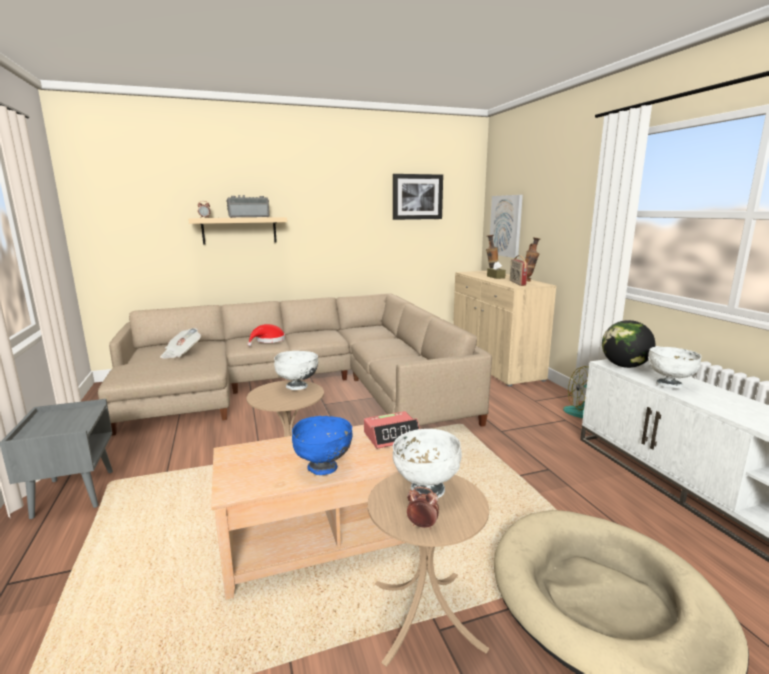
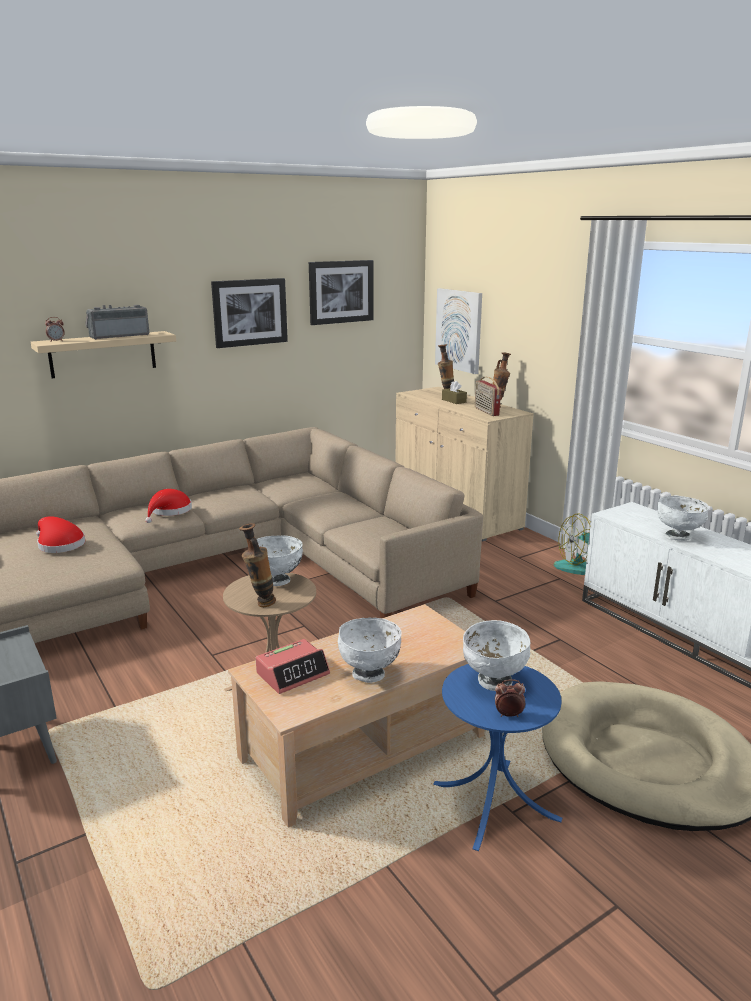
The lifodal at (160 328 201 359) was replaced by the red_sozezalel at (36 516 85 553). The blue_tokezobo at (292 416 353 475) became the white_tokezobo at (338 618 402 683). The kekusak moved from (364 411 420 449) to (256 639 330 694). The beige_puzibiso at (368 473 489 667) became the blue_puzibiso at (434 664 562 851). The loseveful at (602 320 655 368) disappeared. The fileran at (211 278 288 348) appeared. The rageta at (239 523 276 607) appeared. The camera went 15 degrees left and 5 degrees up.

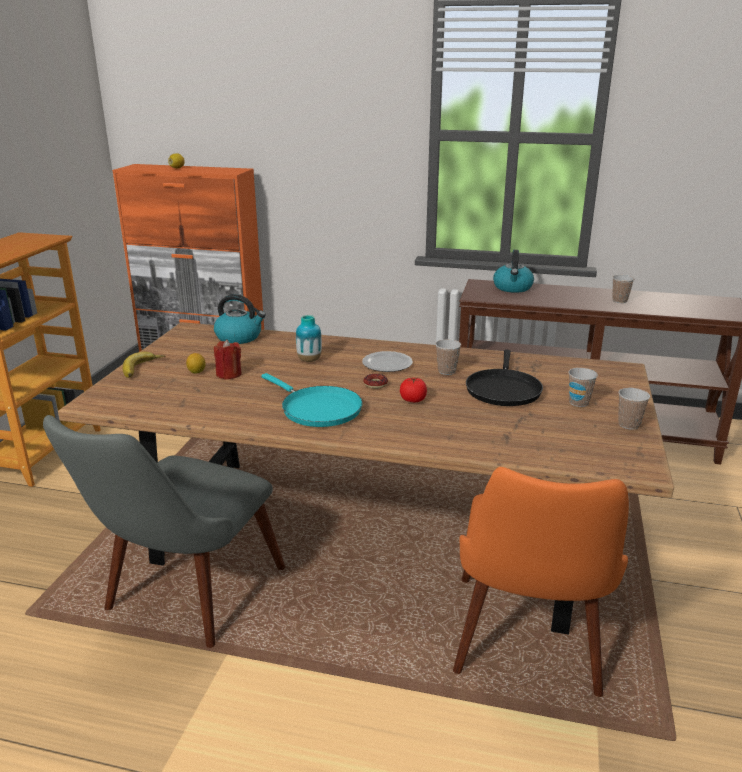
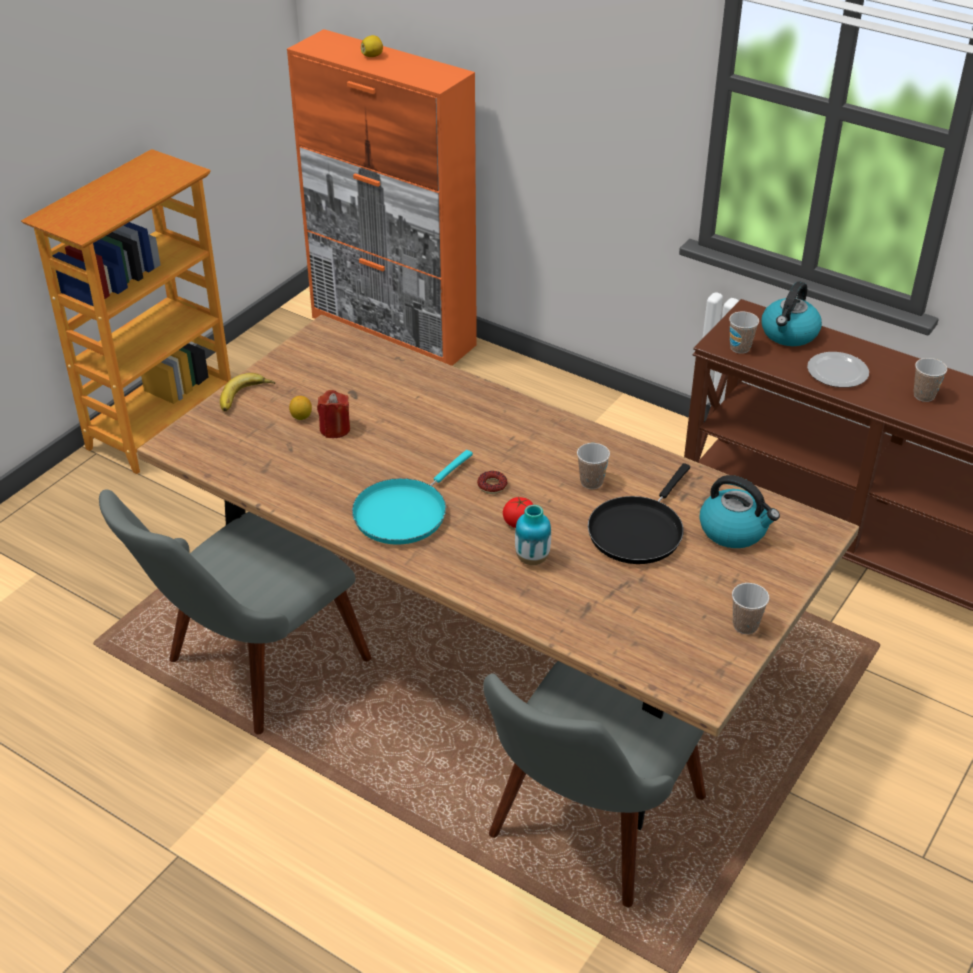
The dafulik moved from (214 294 266 344) to (699 475 780 548). The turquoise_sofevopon at (262 373 363 427) turned 60 degrees clockwise. The rageta moved from (296 315 322 362) to (515 505 551 565). The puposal moved from (362 351 413 372) to (807 352 869 388). The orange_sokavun at (453 467 629 697) became the grey_sokavun at (483 661 706 907). The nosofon moved from (568 368 598 407) to (729 311 759 354). The camera went 20 degrees right and 15 degrees up.

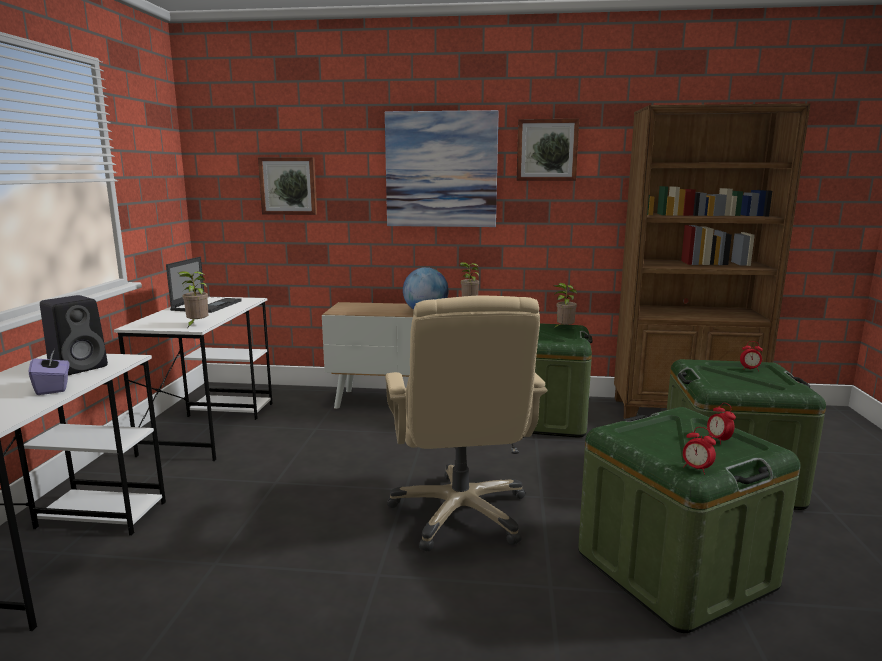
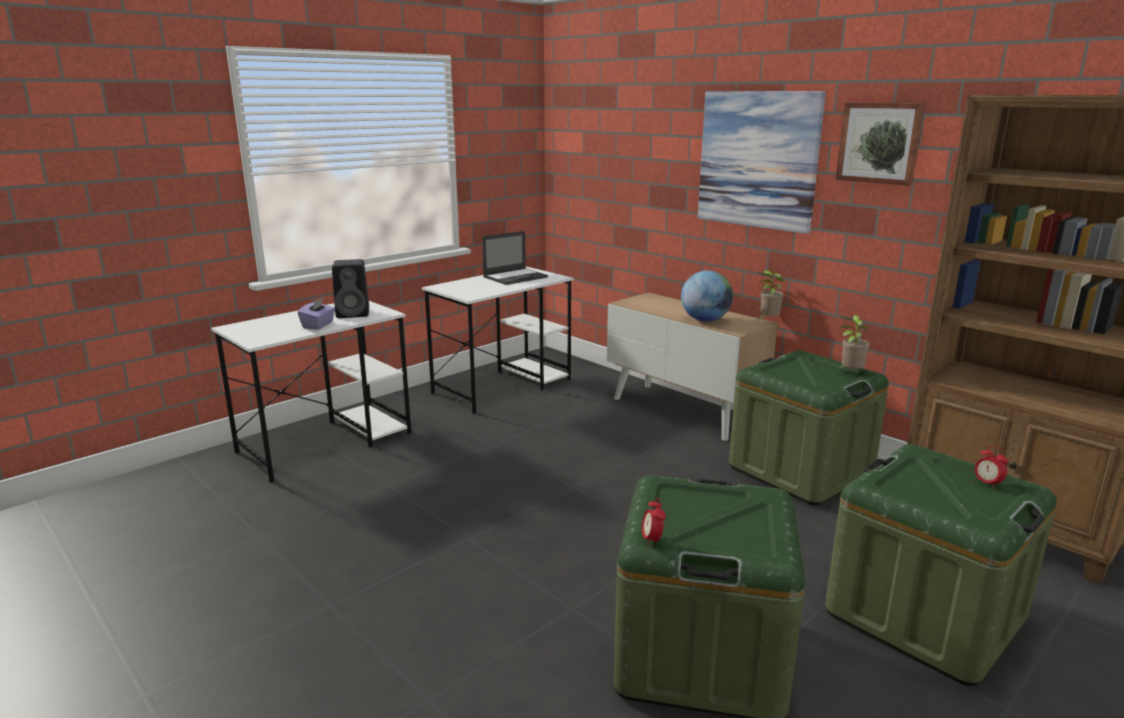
The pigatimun at (178 271 208 328) disappeared. The fileran at (258 157 317 215) disappeared. The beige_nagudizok at (385 295 548 552) disappeared. The kekusak at (707 403 736 444) disappeared. The camera went 40 degrees right and 5 degrees up.

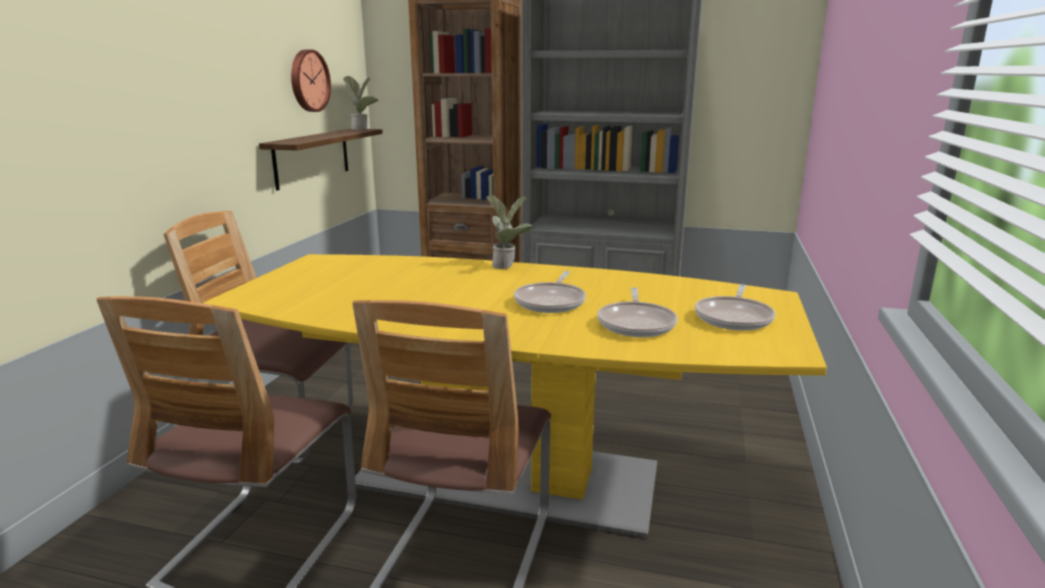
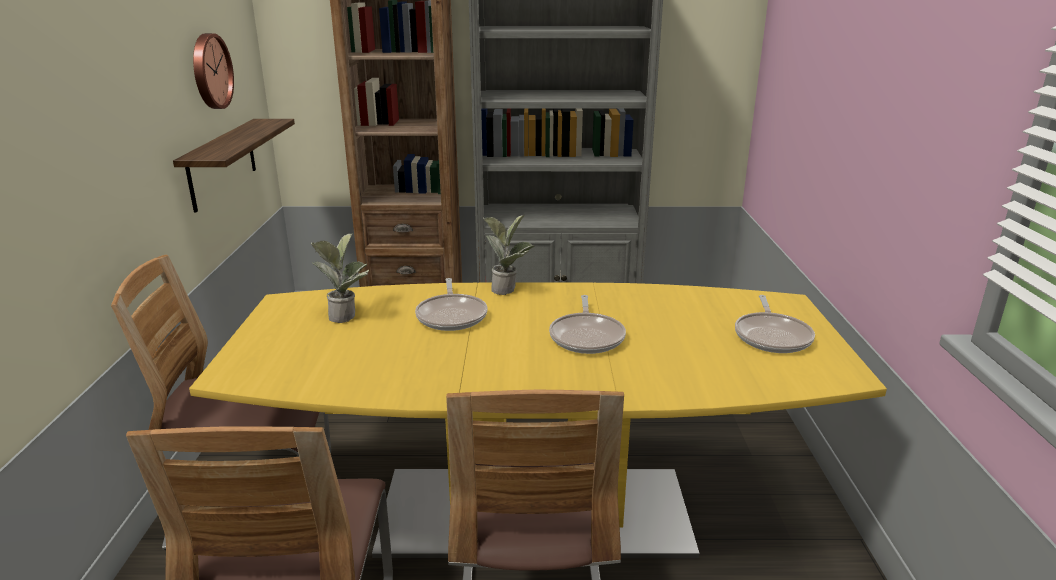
The pigatimun moved from (343 76 378 130) to (311 233 369 323). The sofevopon moved from (597 287 677 337) to (415 278 487 331). The camera went 15 degrees left and 5 degrees up.

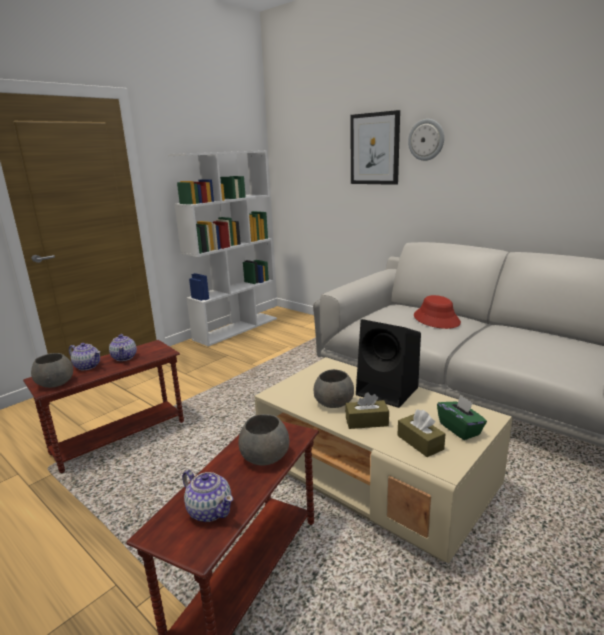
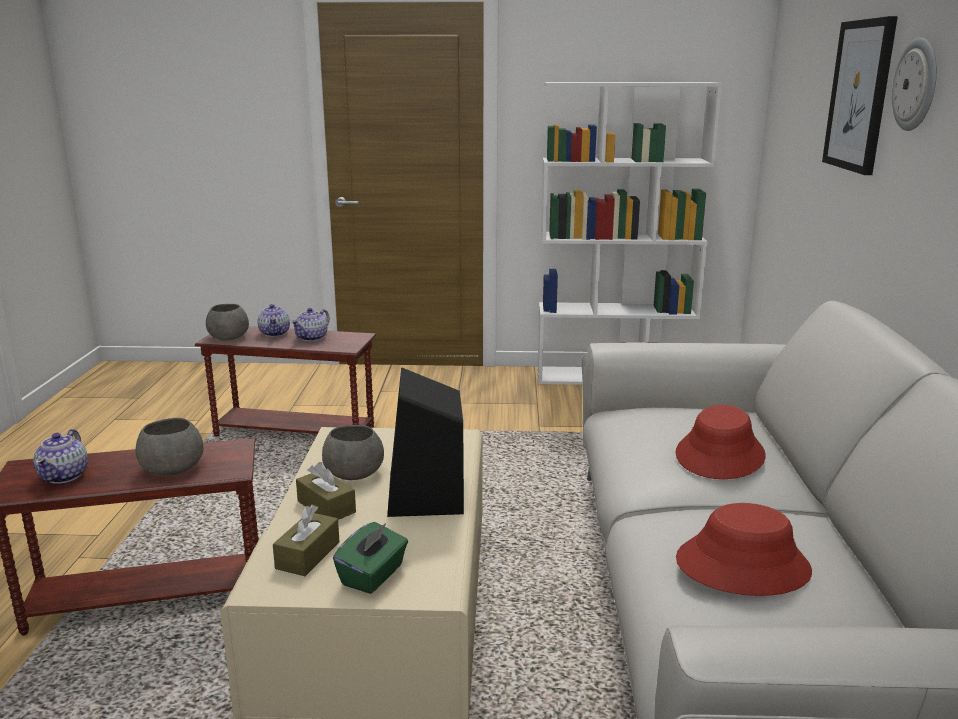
The red_sozezalel at (676 503 812 596) appeared. The camera went 50 degrees right and 0 degrees up.

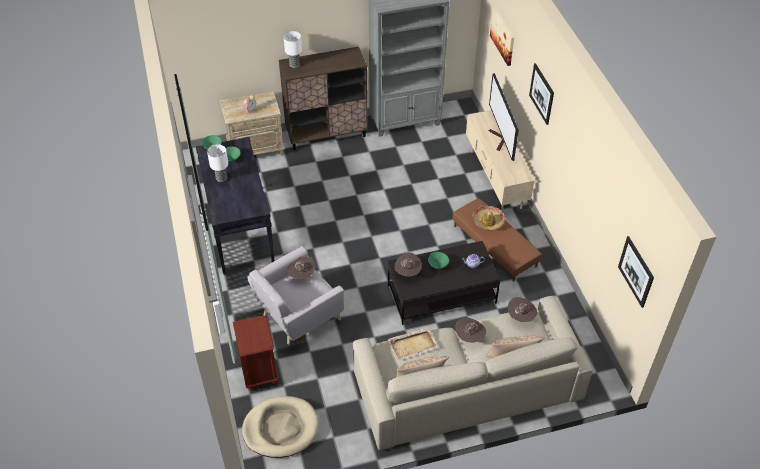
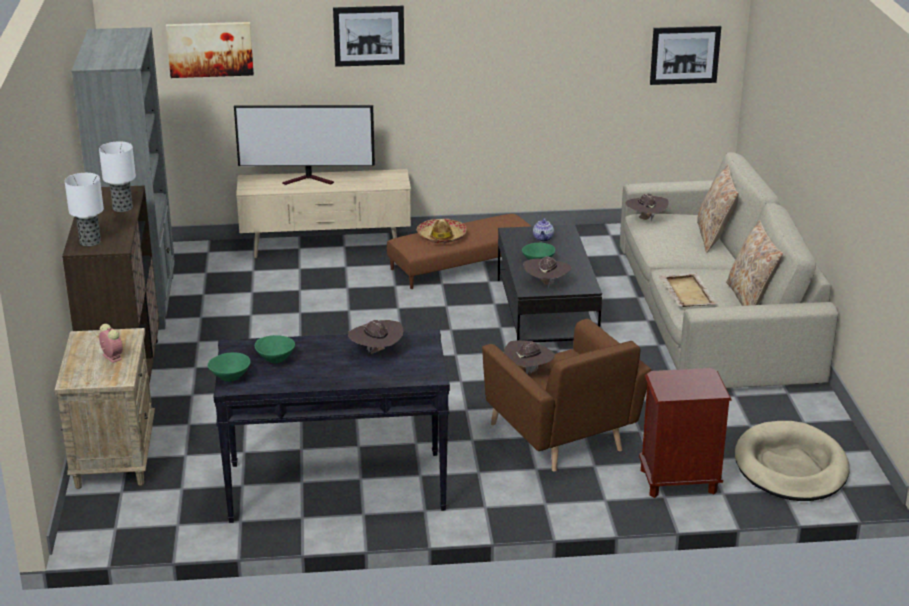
The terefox moved from (207 144 228 182) to (99 141 136 212). The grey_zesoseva at (247 246 344 345) became the brown_zesoseva at (482 319 651 472). The brown_sozezalel moved from (455 318 486 343) to (348 320 403 354). The camera went 80 degrees left and 20 degrees down.

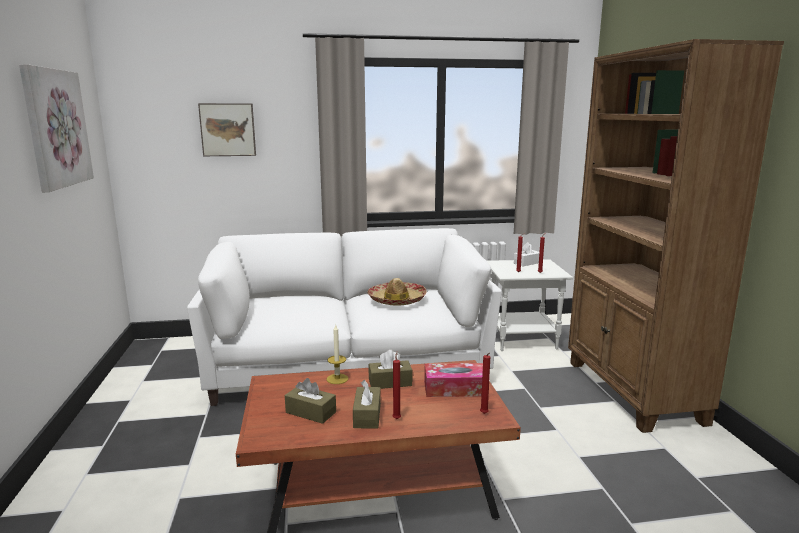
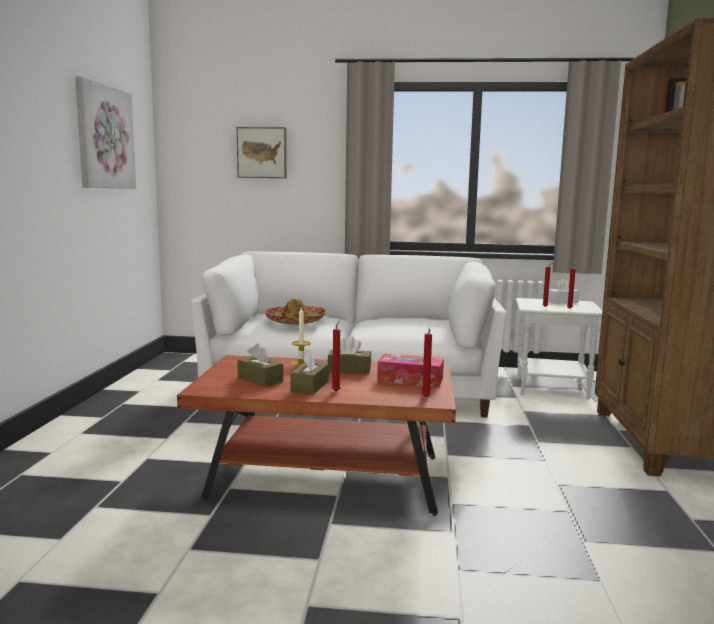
The sozezalel moved from (367 278 427 306) to (263 297 327 325). The camera went 15 degrees right and 5 degrees down.

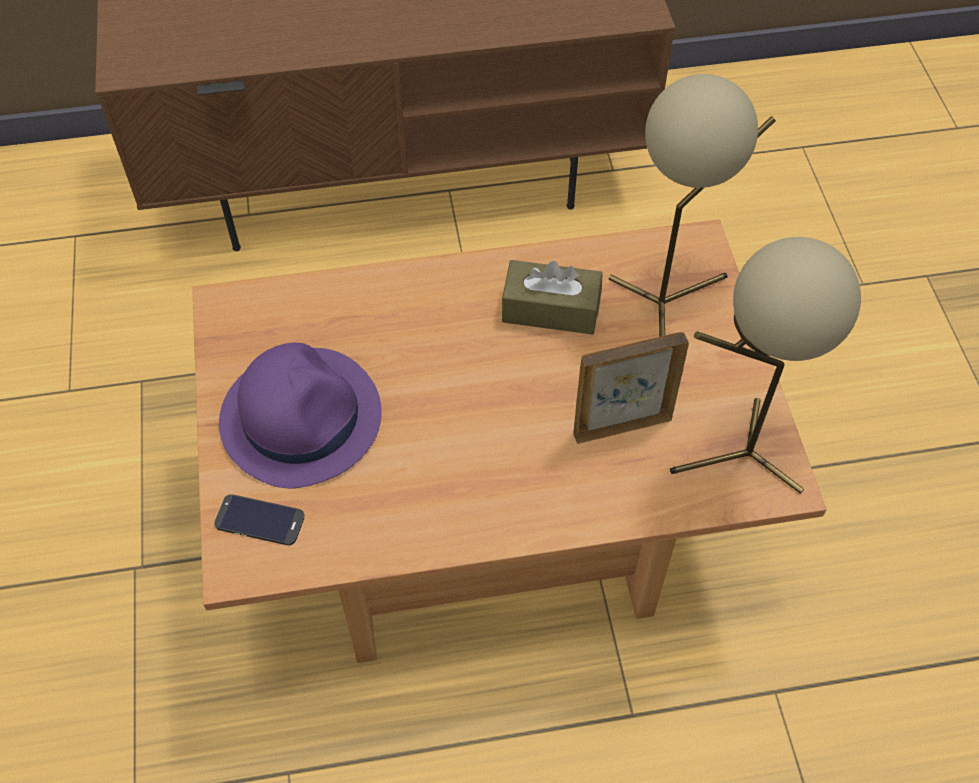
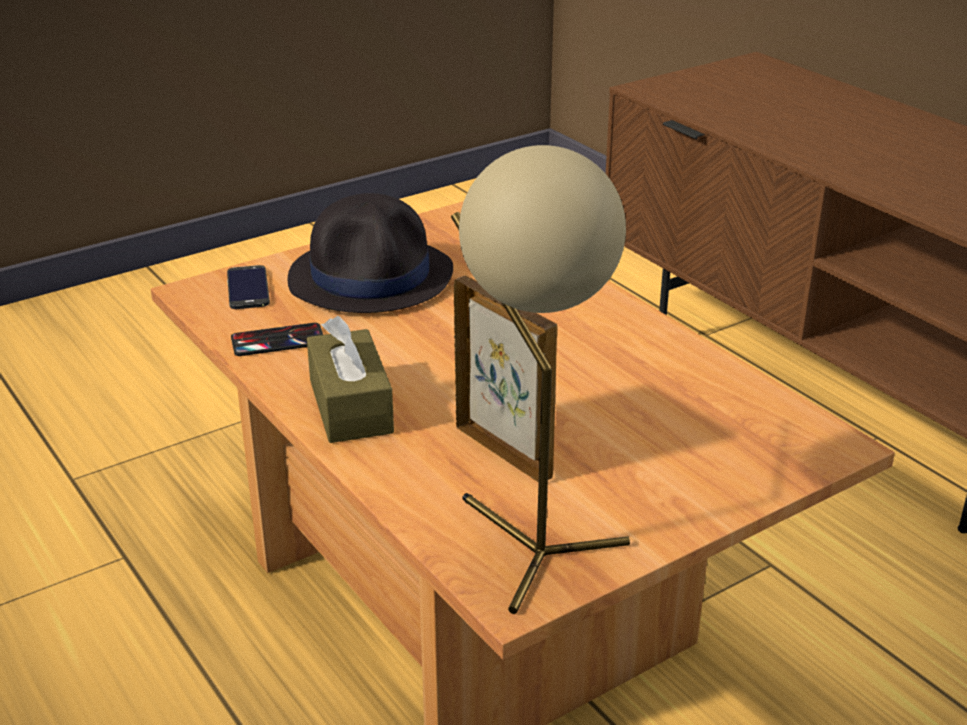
The purple_sozezalel at (219 343 382 489) became the black_sozezalel at (288 193 453 313). The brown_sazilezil moved from (502 260 603 335) to (307 316 394 443). The beige_terefox at (609 74 776 337) disappeared. The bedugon at (231 323 323 356) appeared. The camera went 65 degrees right and 25 degrees down.

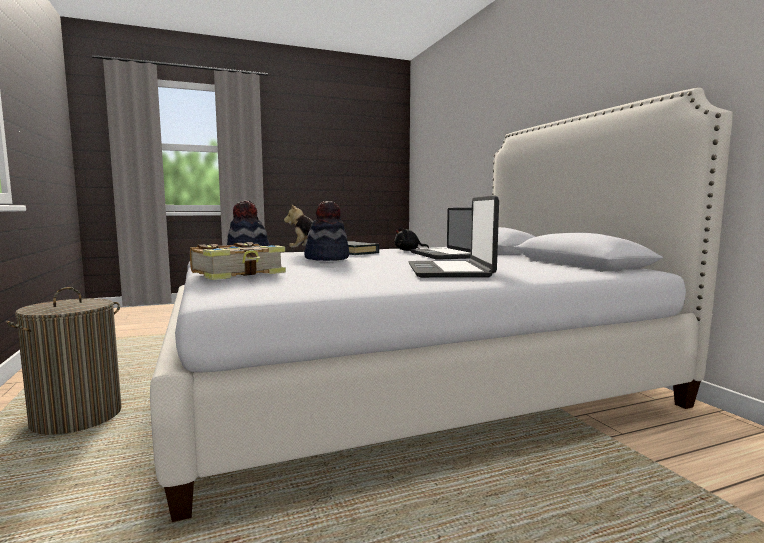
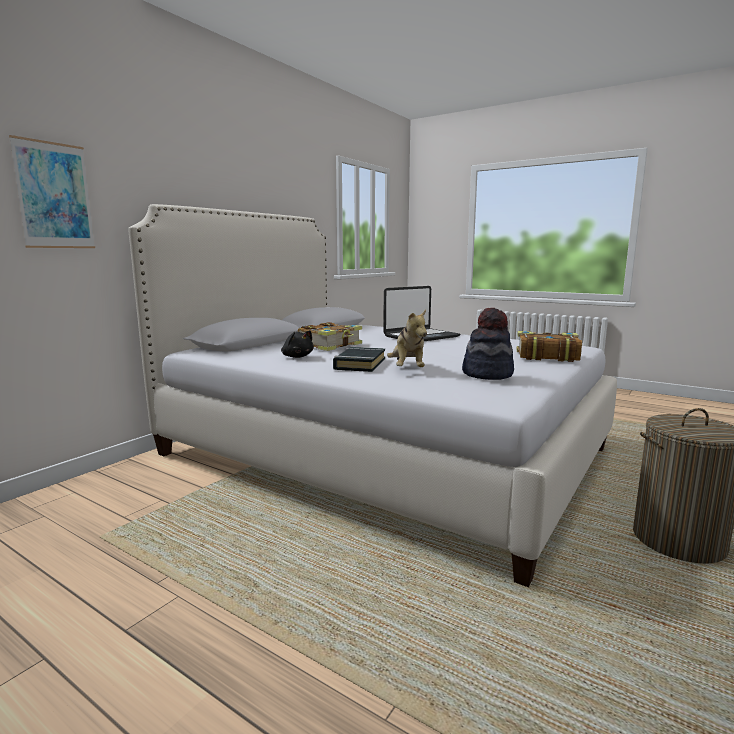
The sozezalel at (304 201 350 261) disappeared. The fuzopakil at (410 208 472 260) was replaced by the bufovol at (297 322 362 351). The fileran at (9 135 95 248) appeared. The camera went 125 degrees left and 5 degrees up.

